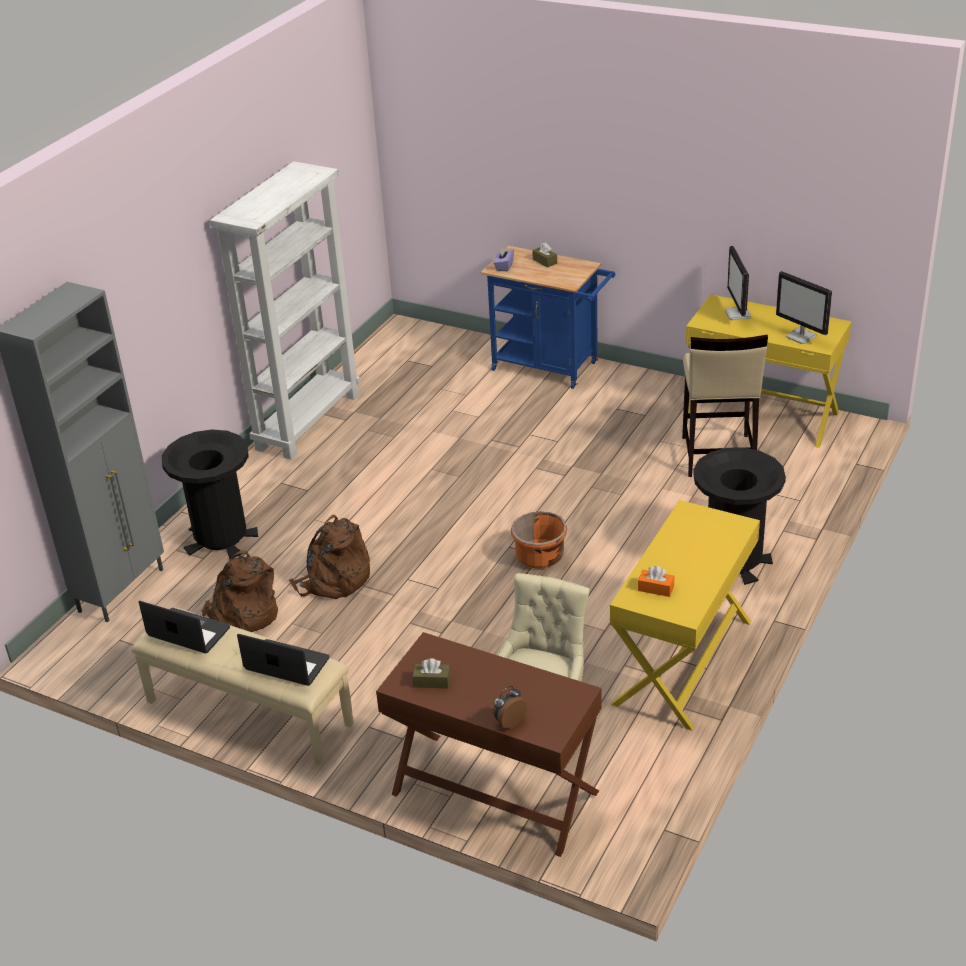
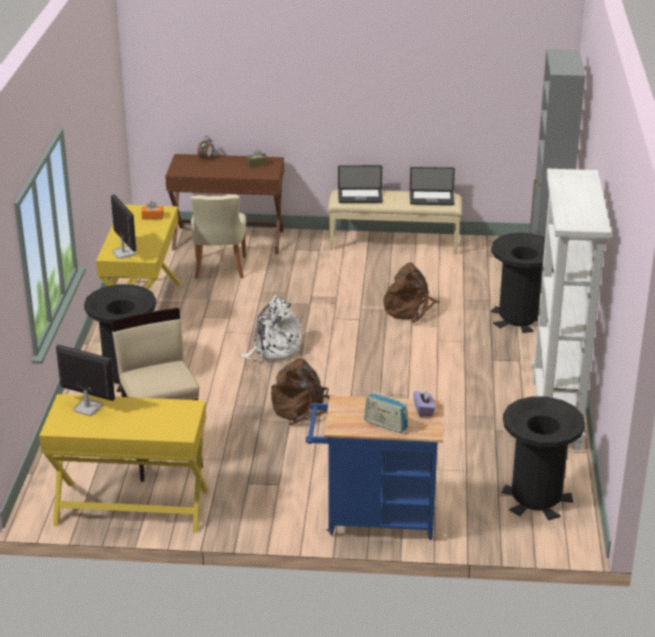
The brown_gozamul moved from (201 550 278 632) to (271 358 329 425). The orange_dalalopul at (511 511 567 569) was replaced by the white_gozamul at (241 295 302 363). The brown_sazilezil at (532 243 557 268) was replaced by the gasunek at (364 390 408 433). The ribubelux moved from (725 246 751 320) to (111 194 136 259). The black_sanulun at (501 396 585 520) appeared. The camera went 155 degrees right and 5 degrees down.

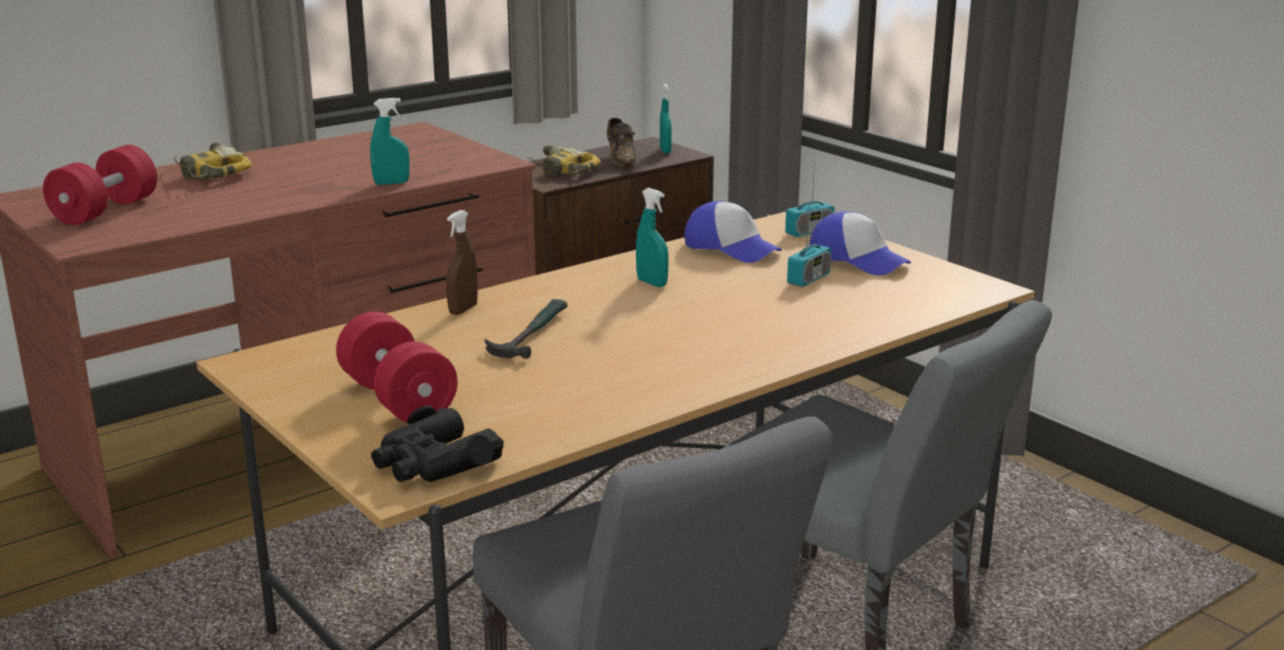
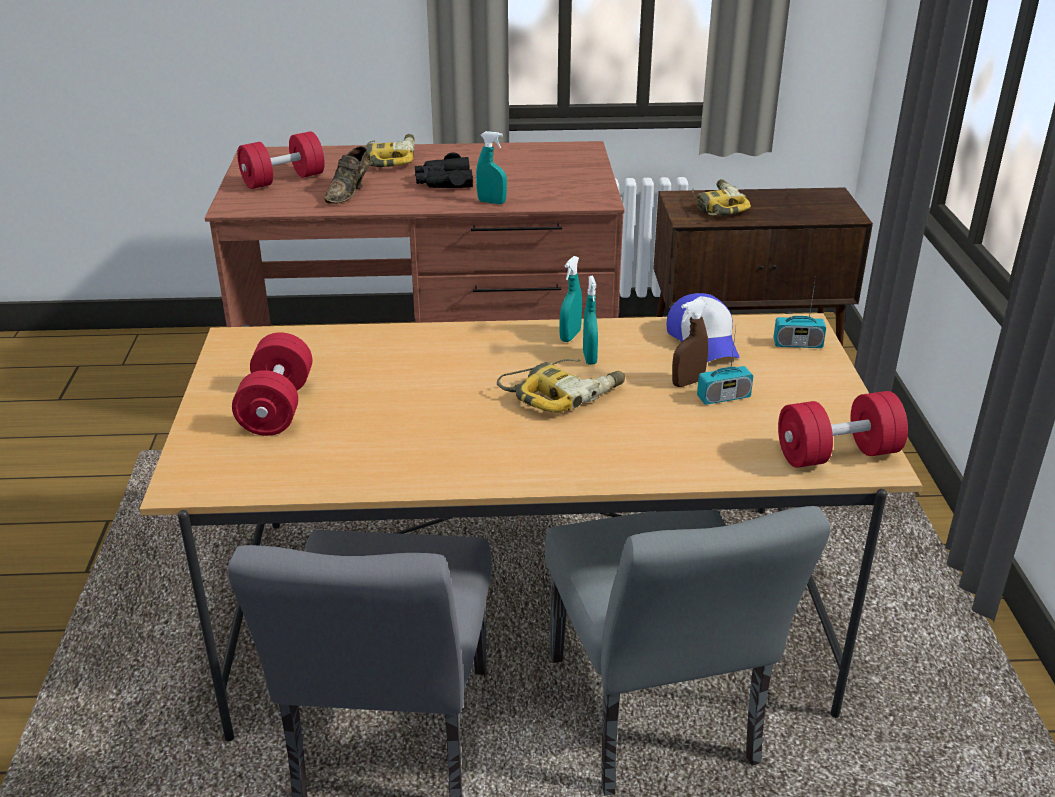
The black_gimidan moved from (371 406 504 482) to (415 152 473 188). The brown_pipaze moved from (446 210 478 315) to (672 299 708 387). The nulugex at (485 299 567 358) disappeared. The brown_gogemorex moved from (607 118 636 168) to (324 146 370 204). The turquoise_pipaze moved from (660 84 672 153) to (559 256 582 342). The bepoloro at (809 212 911 276) disappeared. The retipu at (497 359 625 412) appeared. The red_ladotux at (778 391 908 468) appeared. The camera went 35 degrees right and 10 degrees up.

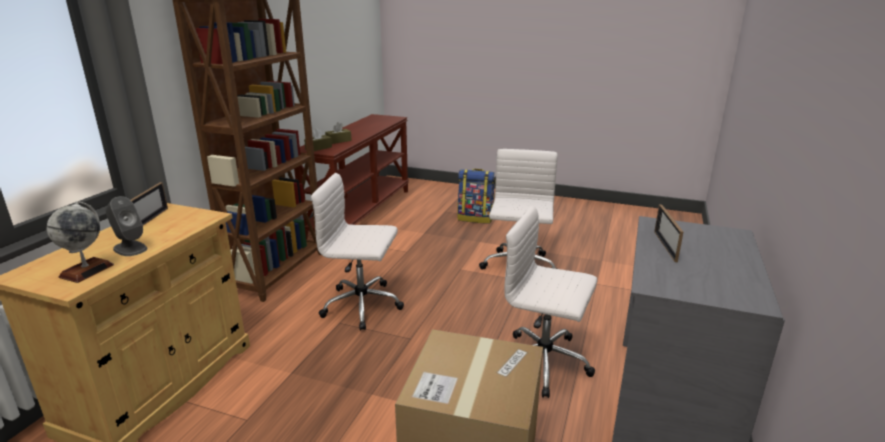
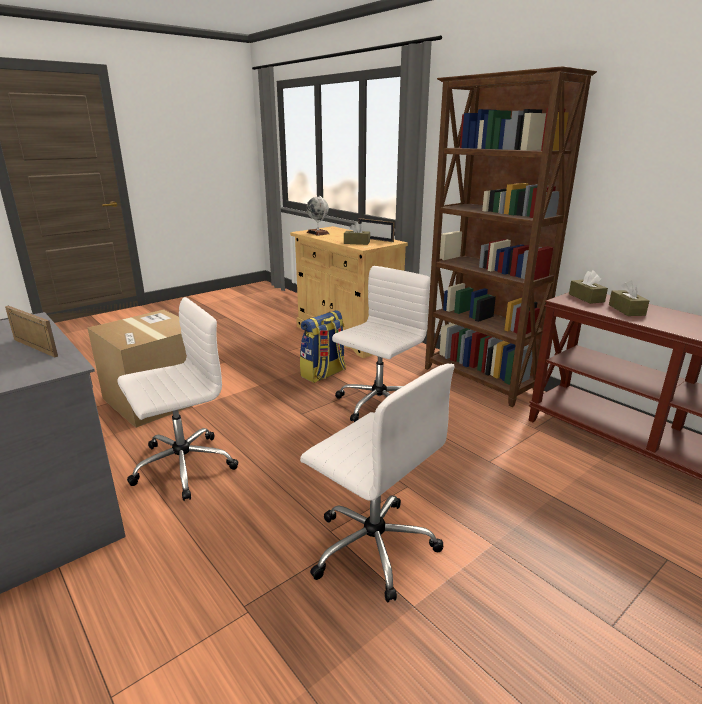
The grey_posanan at (105 196 147 256) disappeared. The gozamul moved from (457 169 495 224) to (300 310 346 383). The brown_sazilezil at (344 222 370 245) appeared. The camera went 120 degrees right and 0 degrees up.

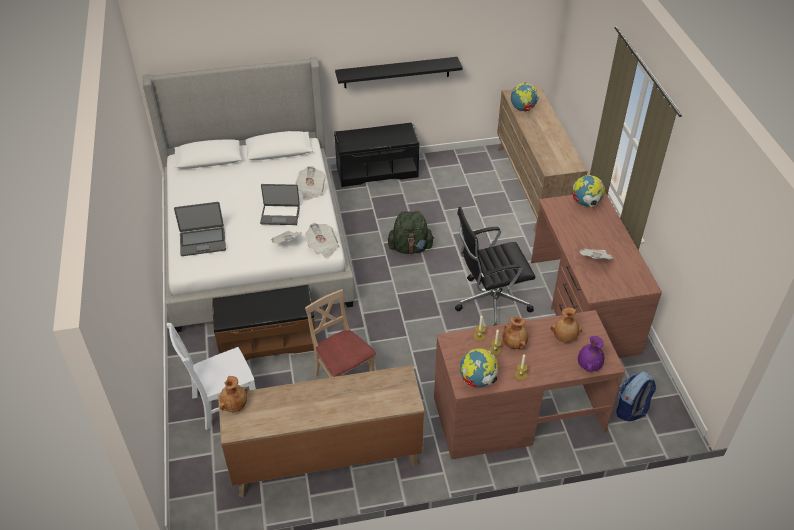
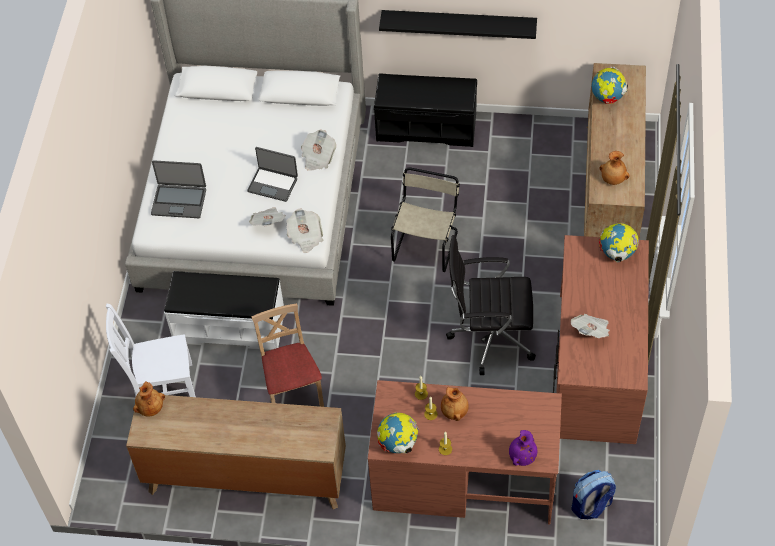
The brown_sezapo at (212 285 316 361) became the white_sezapo at (164 271 284 349). The green_gozamul at (388 211 434 254) was replaced by the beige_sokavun at (391 167 460 272). The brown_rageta moved from (551 307 582 342) to (600 151 629 185). The camera went 20 degrees right and 10 degrees up.

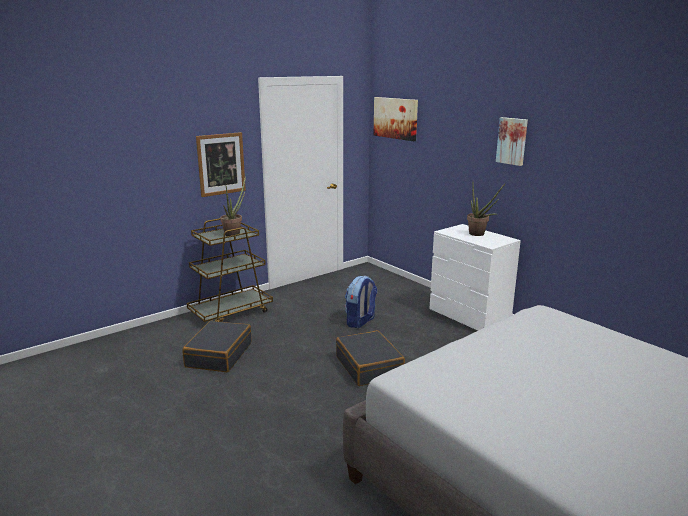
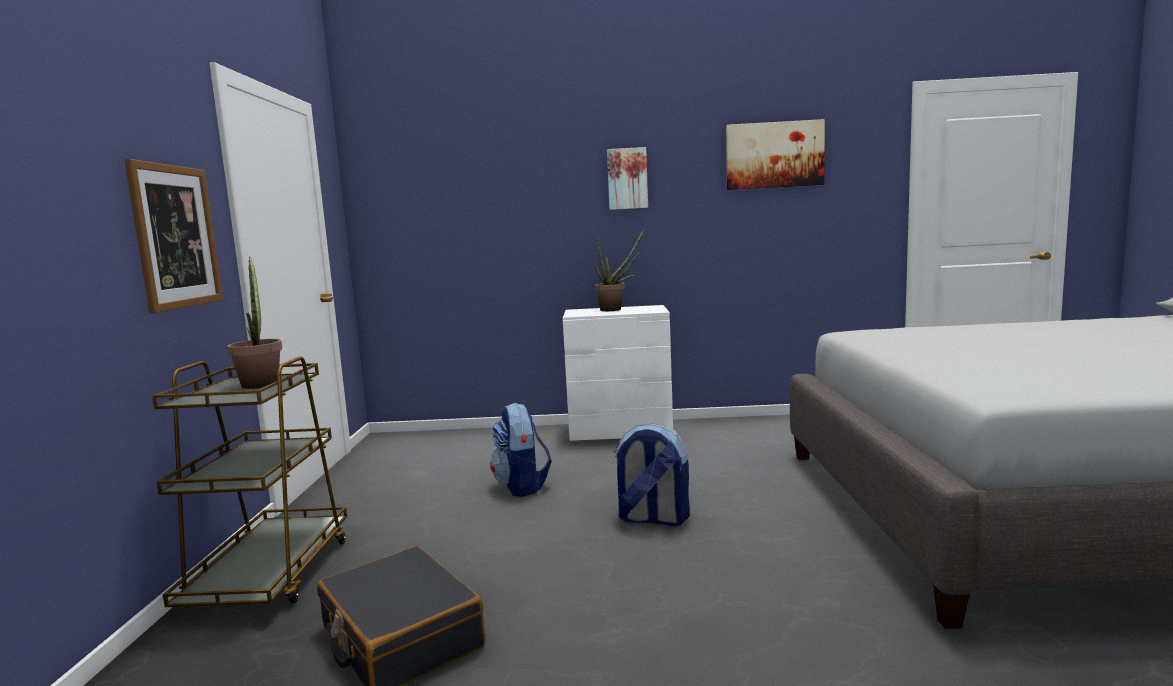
The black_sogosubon at (336 330 405 386) was replaced by the gozamul at (614 423 690 526). The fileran moved from (374 97 418 141) to (726 119 825 190). The camera went 50 degrees left and 10 degrees down.

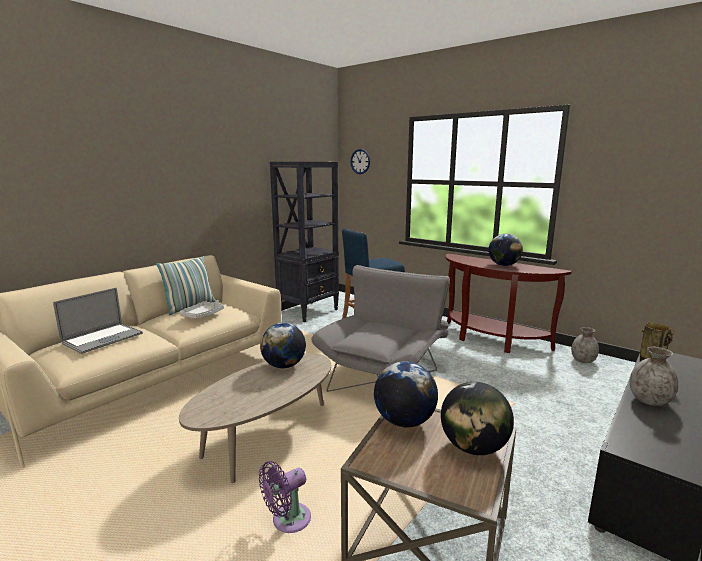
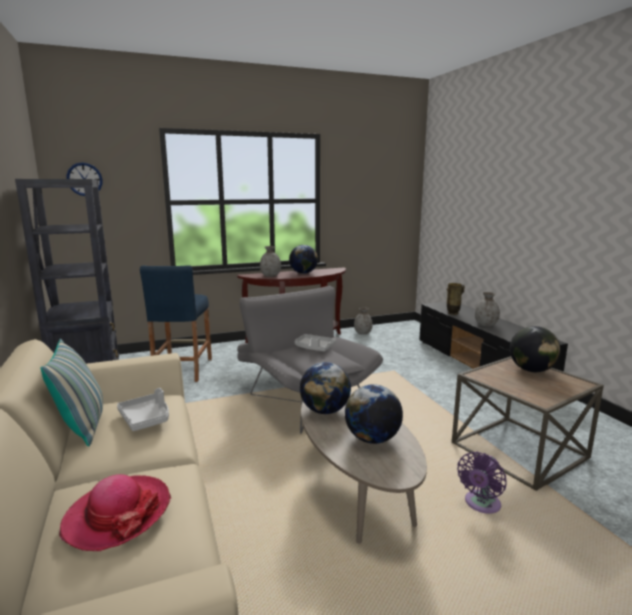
The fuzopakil at (53 288 143 354) was replaced by the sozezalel at (59 474 171 551). The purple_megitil at (259 461 311 533) turned 45 degrees clockwise. The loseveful moved from (374 361 438 427) to (345 384 403 444). The grey_rageta at (260 246 281 277) appeared. The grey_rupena at (295 334 336 352) appeared. The camera went 60 degrees left and 0 degrees up.

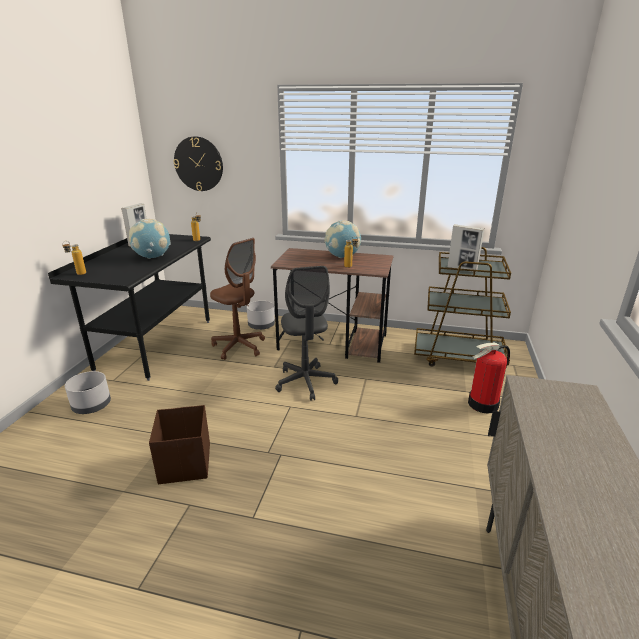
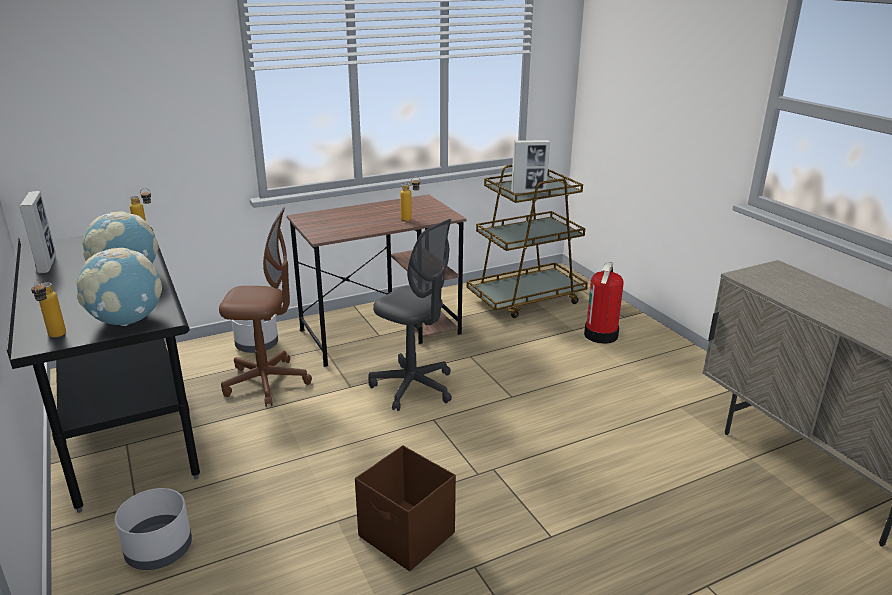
The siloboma at (173 136 223 191) disappeared. The loseveful moved from (324 220 361 258) to (76 248 162 326). The camera went 40 degrees left and 0 degrees up.

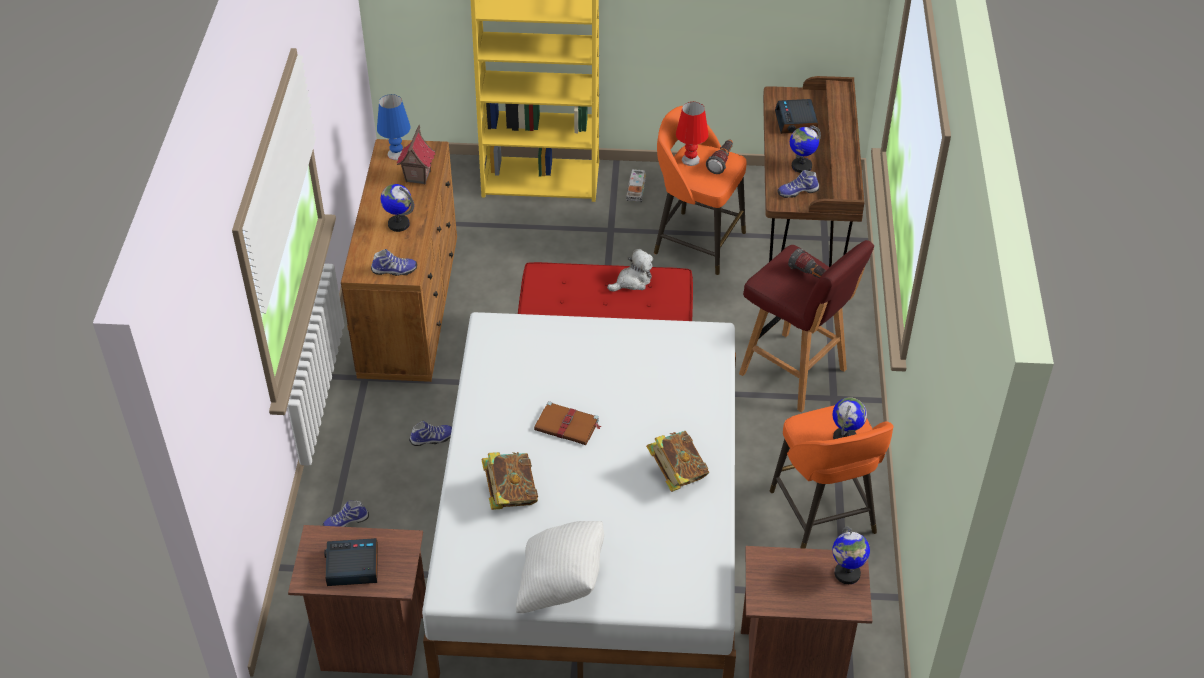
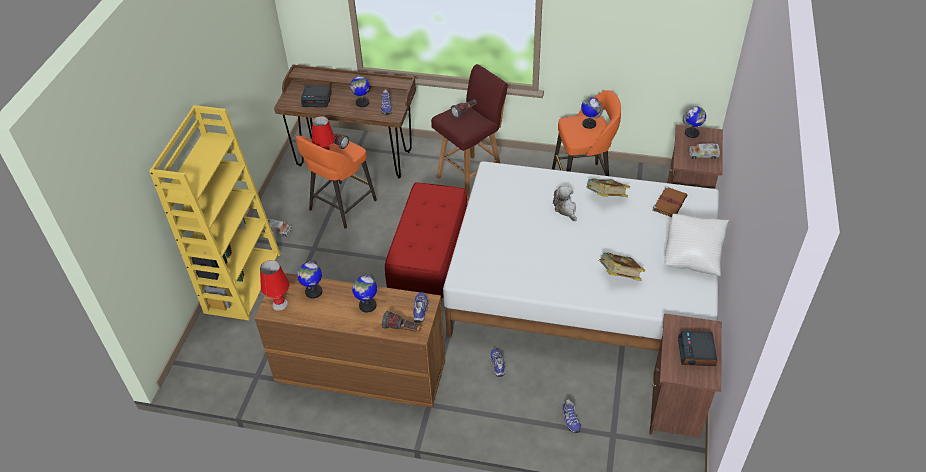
The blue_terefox at (377 94 411 160) became the red_terefox at (260 260 289 311). The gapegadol at (397 125 435 185) was replaced by the loseveful at (297 259 322 299). The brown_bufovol moved from (534 401 602 445) to (652 186 688 217). The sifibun moved from (607 249 653 292) to (553 186 577 221). The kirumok at (382 311 421 332) appeared. The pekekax at (689 143 720 159) appeared. The camera went 80 degrees left and 0 degrees up.

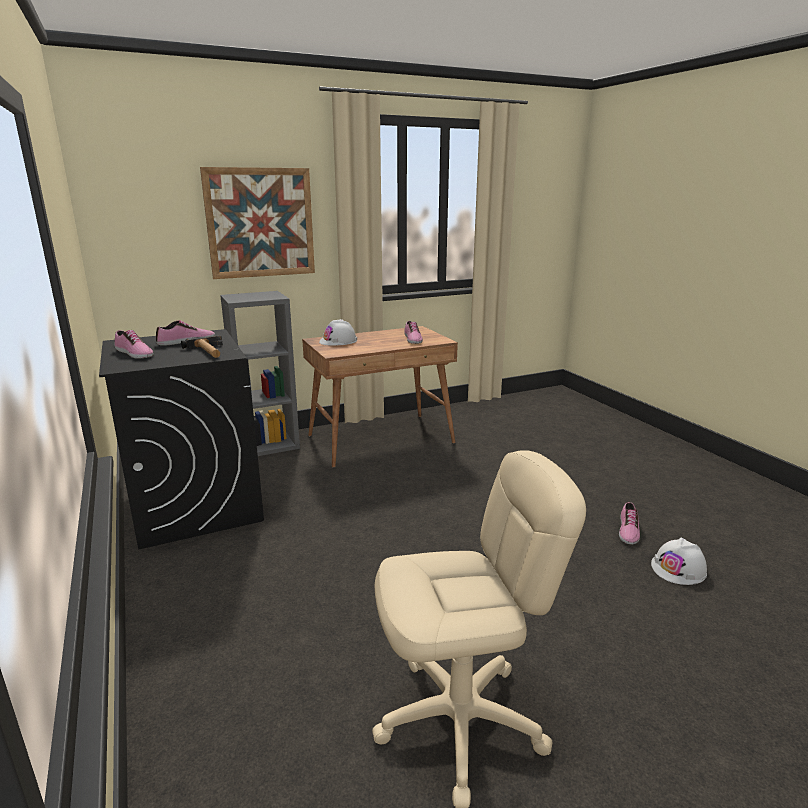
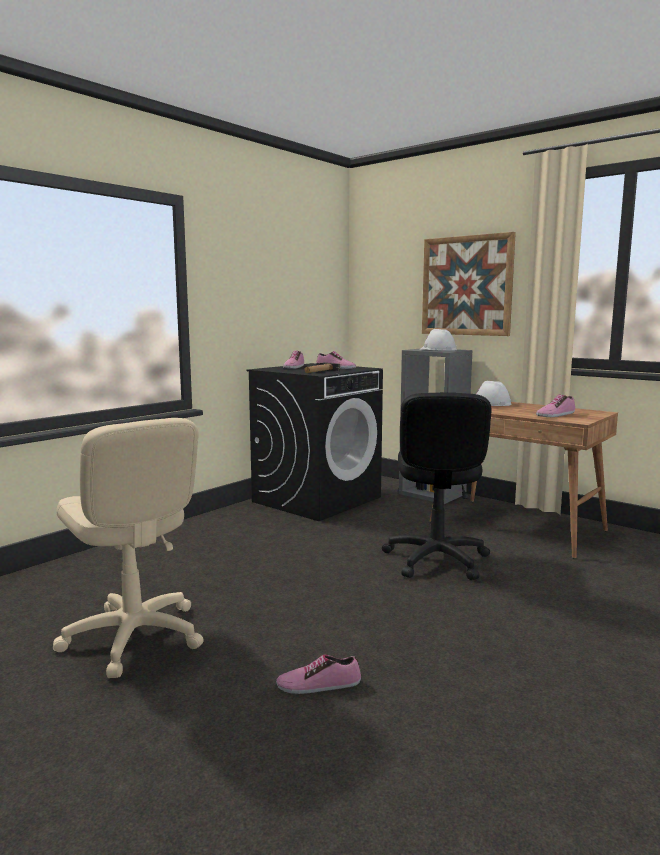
The gogemorex moved from (619 502 640 545) to (276 654 361 694). The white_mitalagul moved from (651 538 707 585) to (420 329 457 351). The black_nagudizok at (382 393 492 580) appeared. The camera went 65 degrees right and 10 degrees down.

